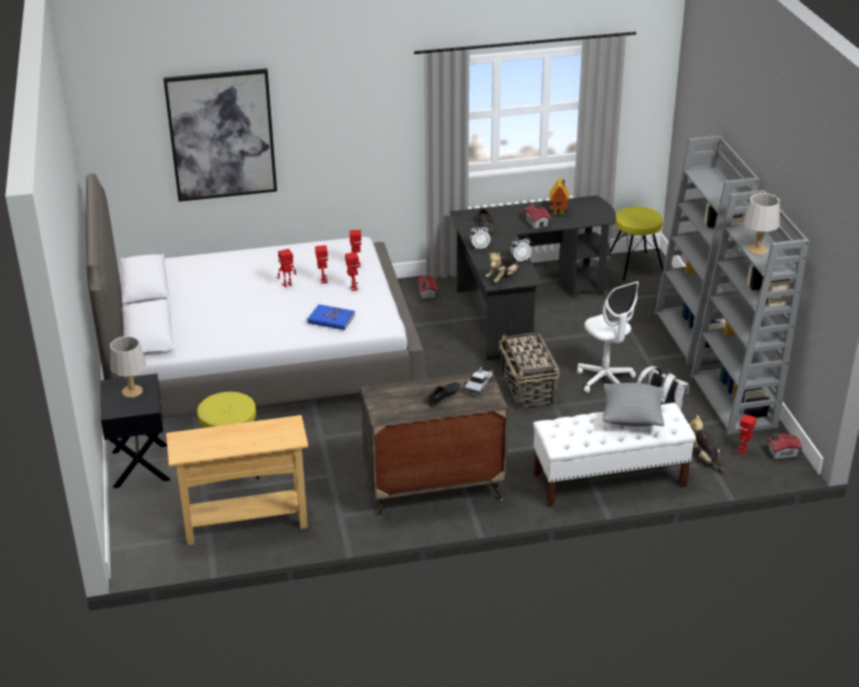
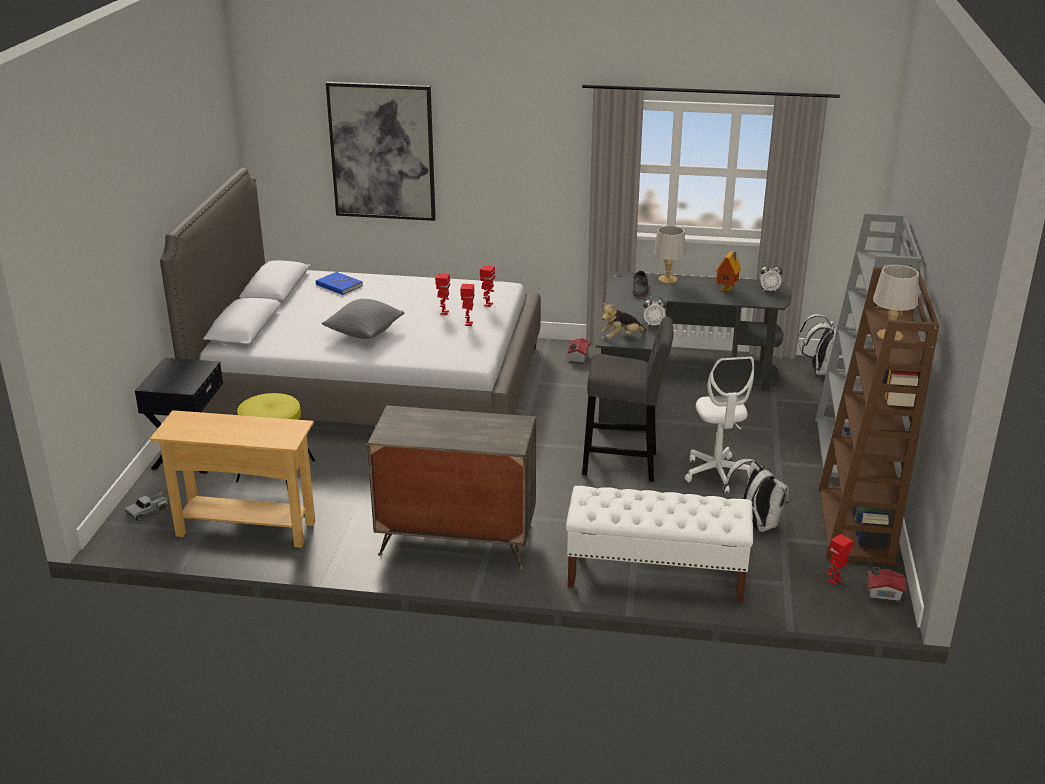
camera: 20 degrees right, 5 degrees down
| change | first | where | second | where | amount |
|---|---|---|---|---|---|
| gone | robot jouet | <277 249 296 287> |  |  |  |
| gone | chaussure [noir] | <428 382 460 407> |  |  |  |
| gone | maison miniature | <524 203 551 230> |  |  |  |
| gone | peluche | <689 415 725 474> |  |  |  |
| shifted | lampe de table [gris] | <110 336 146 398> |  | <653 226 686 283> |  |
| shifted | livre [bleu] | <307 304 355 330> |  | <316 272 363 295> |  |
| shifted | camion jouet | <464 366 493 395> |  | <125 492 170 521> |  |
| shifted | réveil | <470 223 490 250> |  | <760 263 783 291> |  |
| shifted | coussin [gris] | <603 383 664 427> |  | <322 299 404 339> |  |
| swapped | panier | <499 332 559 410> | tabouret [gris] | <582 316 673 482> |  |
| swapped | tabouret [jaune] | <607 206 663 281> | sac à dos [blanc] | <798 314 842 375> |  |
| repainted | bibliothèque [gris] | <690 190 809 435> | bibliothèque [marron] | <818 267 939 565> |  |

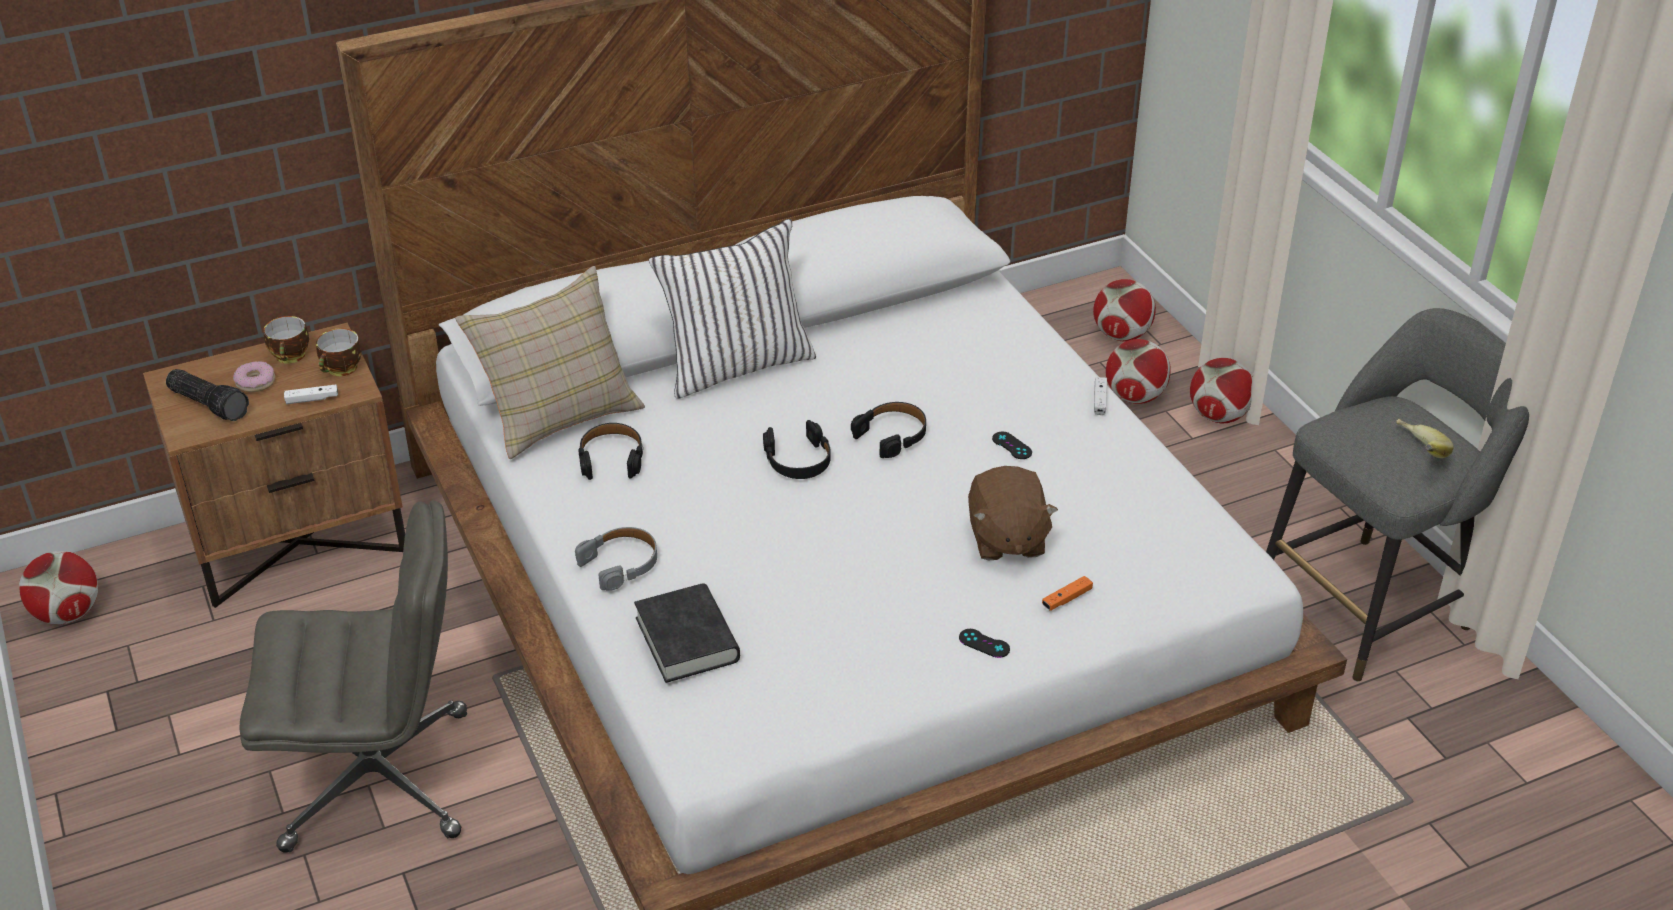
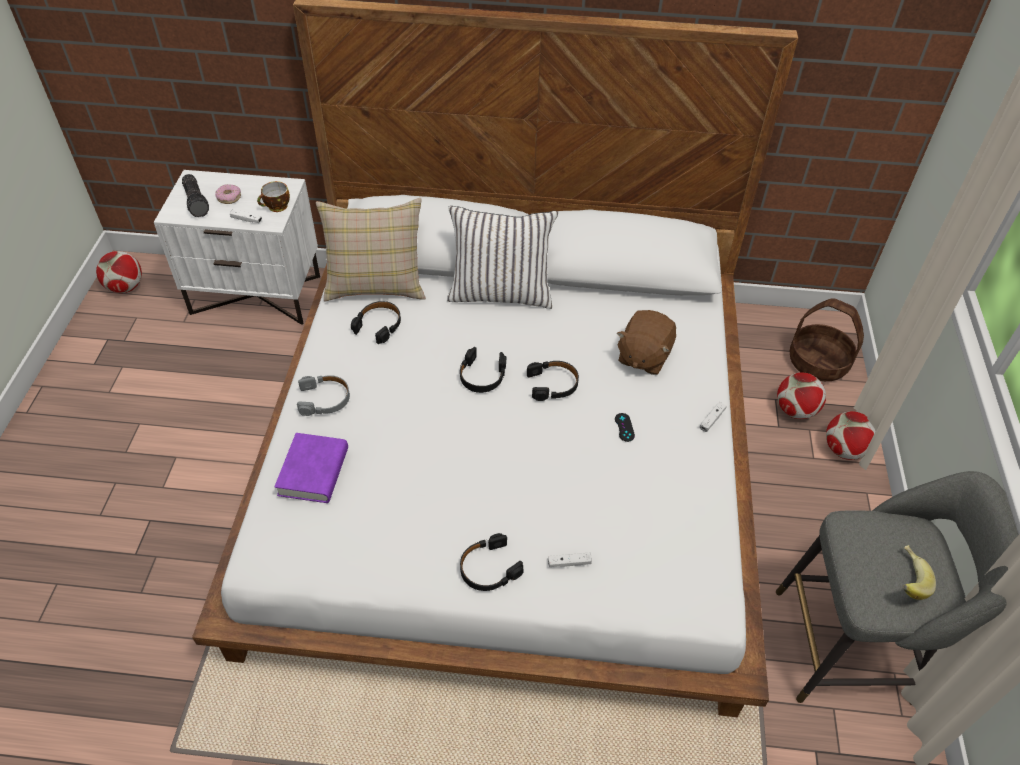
camera: 30 degrees right, 10 degrees up
| change | first | where | second | where | amount |
|---|---|---|---|---|---|
| gone | chaise de bureau [gris] | <239 500 467 853> |  |  |  |
| gone | tasse | <263 316 309 364> |  |  |  |
| shifted | peluche [marron] | <968 466 1058 561> |  | <617 310 676 375> |  |
| swapped | manette [noir] | <959 629 1010 658> | casque audio [noir] | <460 533 524 591> |  |
| swapped | ballon de foot | <1093 279 1156 341> | panier | <790 298 864 381> |  |
| repainted | table de chevet [marron] | <143 323 405 608> | table de chevet [blanc] | <154 170 320 325> |  |
| repainted | livre [noir] | <634 583 740 683> | livre [violet] | <274 433 348 503> |  |
| repainted | manette [orange] | <1042 576 1093 611> | manette [blanc] | <548 553 592 567> |  |

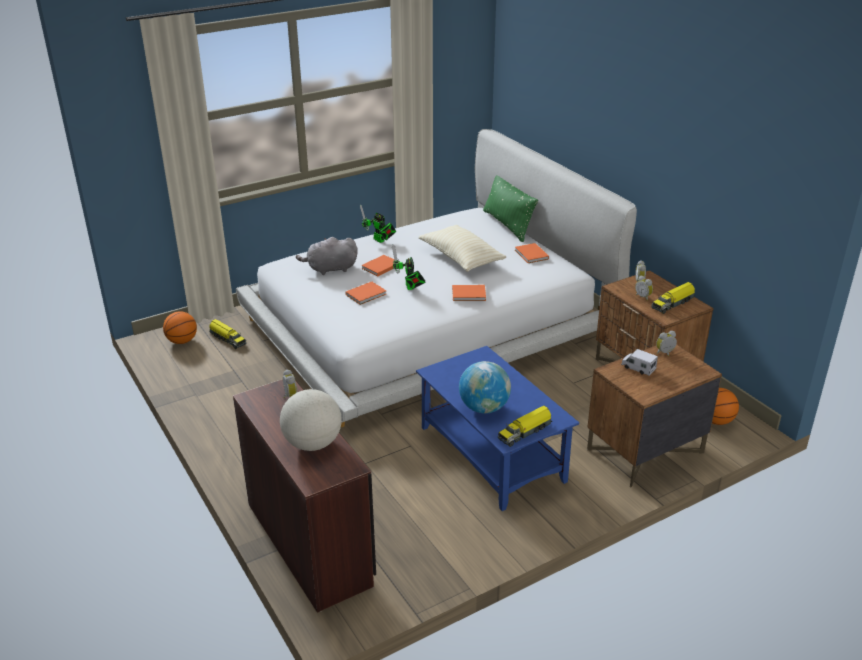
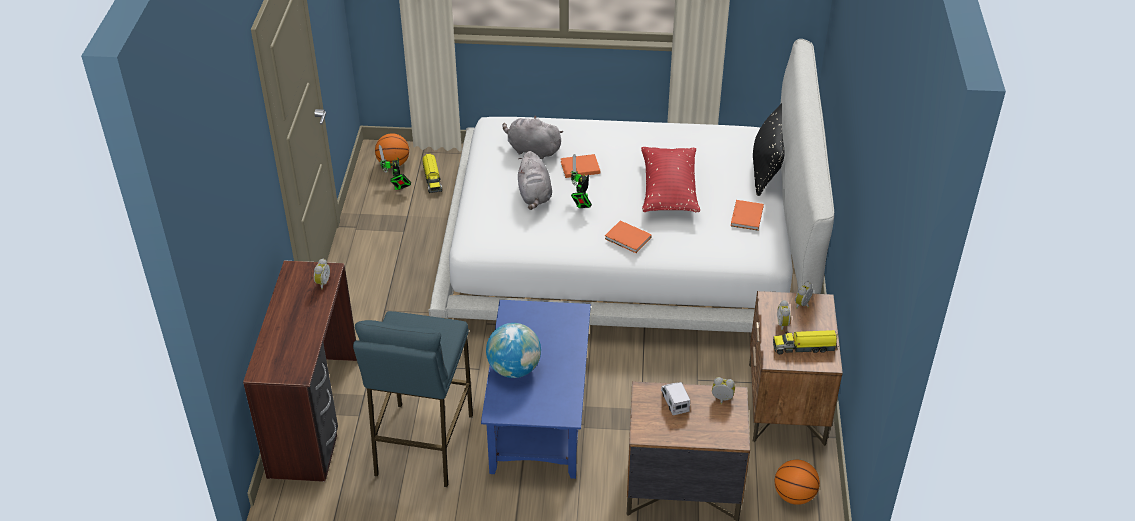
camera: 35 degrees right, 10 degrees up
| change | first | where | second | where | amount |
|---|---|---|---|---|---|
| gone | globe | <280 389 342 451> |  |  |  |
| gone | camion jouet | <498 406 552 447> |  |  |  |
| new |  |  | tabouret [bleu] | <353 311 473 487> |  |
| shifted | robot jouet | <360 204 396 243> |  | <378 145 411 190> |  |
| swapped | livre [orange] | <346 282 386 305> | peluche [gris] | <518 151 552 210> |  |
| repainted | coussin [beige] | <418 225 506 272> | coussin [rouge] | <641 147 700 212> |  |
| repainted | coussin [vert] | <483 175 538 242> | coussin [noir] | <753 103 784 196> |  |

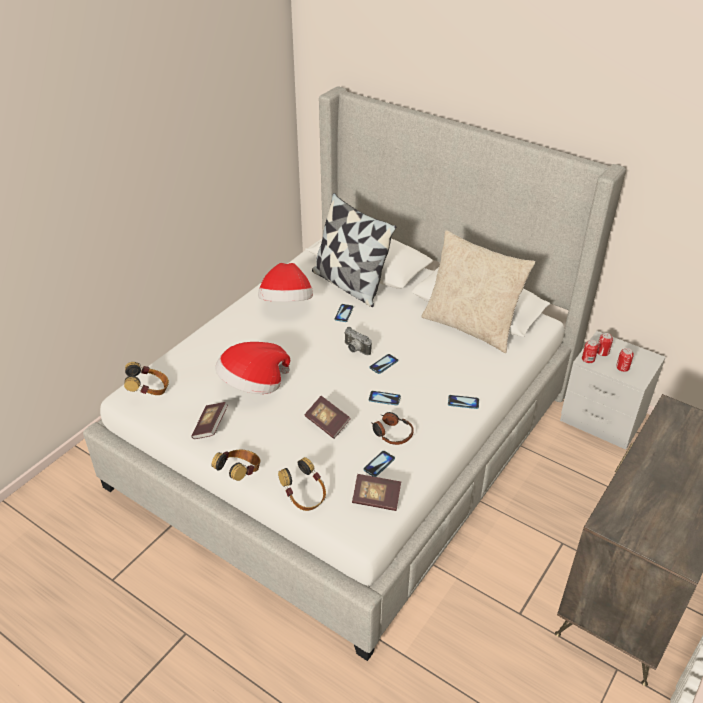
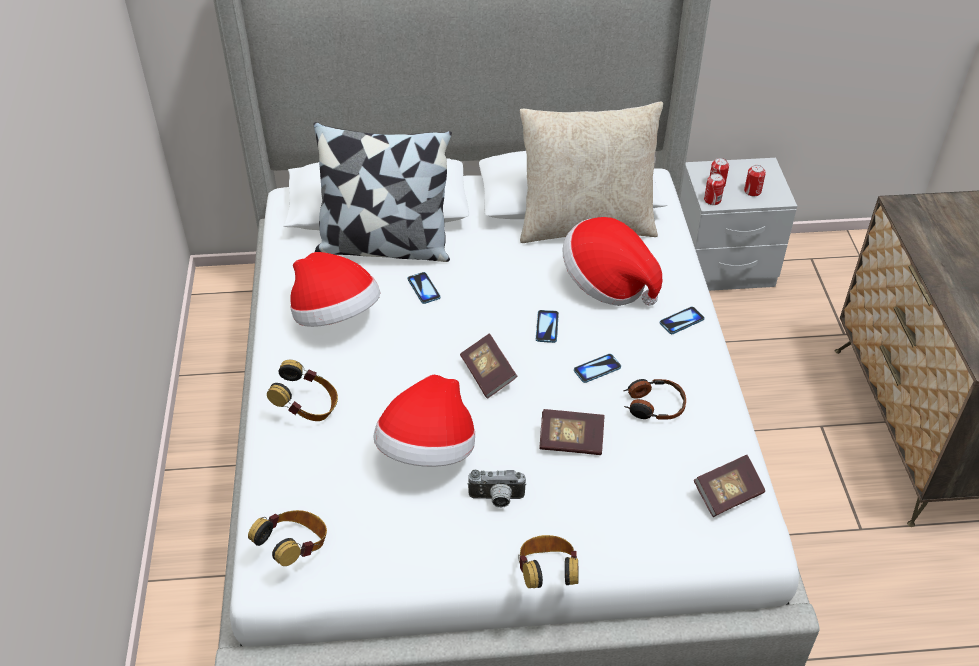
camera: 40 degrees left, 5 degrees up
| change | first | where | second | where | amount |
|---|---|---|---|---|---|
| gone | téléphone | <363 451 395 477> |  |  |  |
| new |  |  | chapeau | <562 217 662 306> |  |
| shifted | livre | <191 402 228 439> |  | <460 333 518 398> |  |
| shifted | casque audio | <278 457 326 511> |  | <267 360 338 421> |  |
| shifted | appareil photo | <344 327 372 355> |  | <467 470 526 508> |  |

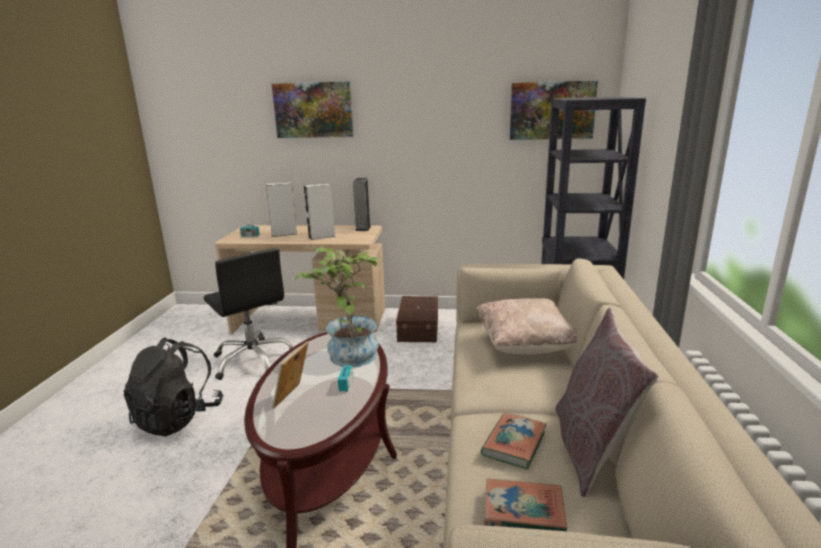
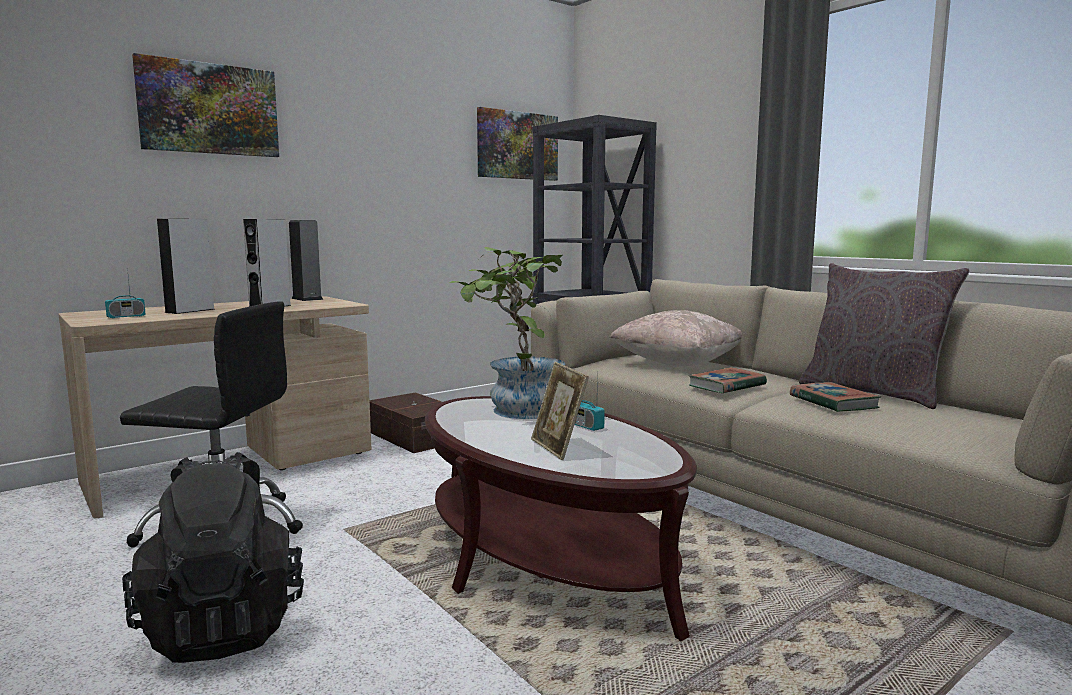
camera: 45 degrees left, 10 degrees down
| change | first | where | second | where | amount |
|---|---|---|---|---|---|
| shifted | livre | <484 479 567 531> |  | <688 367 767 393> |  |

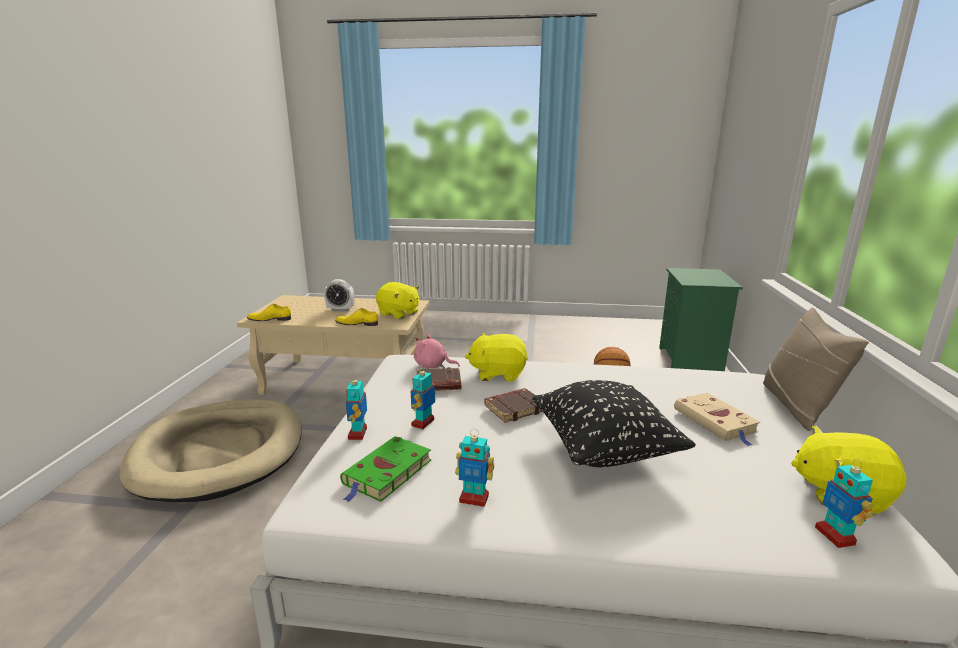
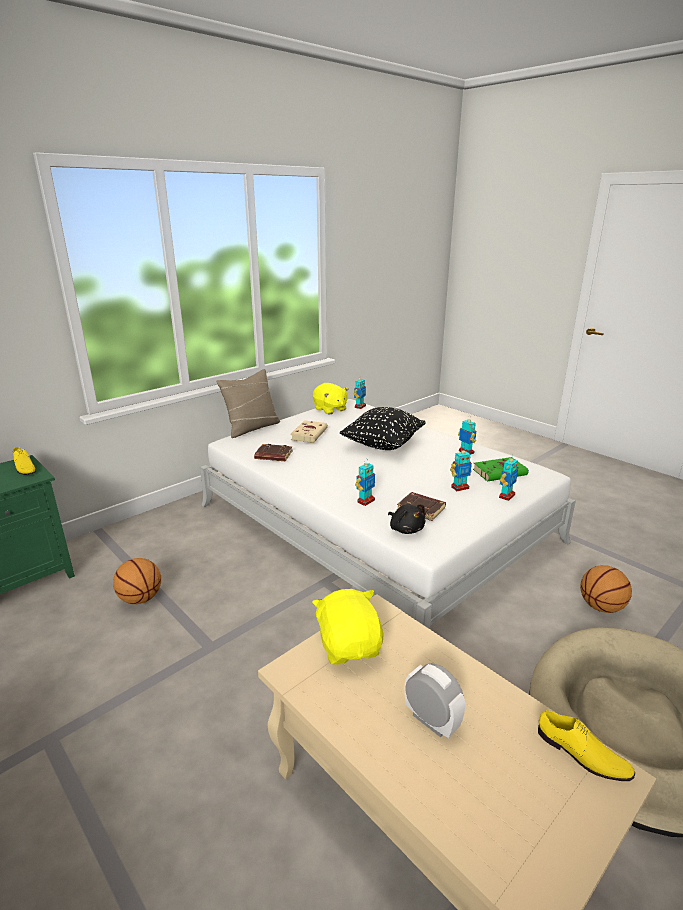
camera: 140 degrees left, 5 degrees up
| change | first | where | second | where | amount |
|---|---|---|---|---|---|
| new |  |  | ballon de basket | <580 565 632 613> |  |
| shifted | chaussure [jaune] | <335 308 378 326> |  | <13 447 36 475> |  |
| shifted | livre [marron] | <484 388 542 423> |  | <254 444 293 461> |  |
| swapped | peluche [jaune] | <465 333 528 382> | robot jouet | <355 459 375 506> |  |
| repainted | peluche [rose] | <414 333 460 369> | peluche [noir] | <388 504 425 534> |  |

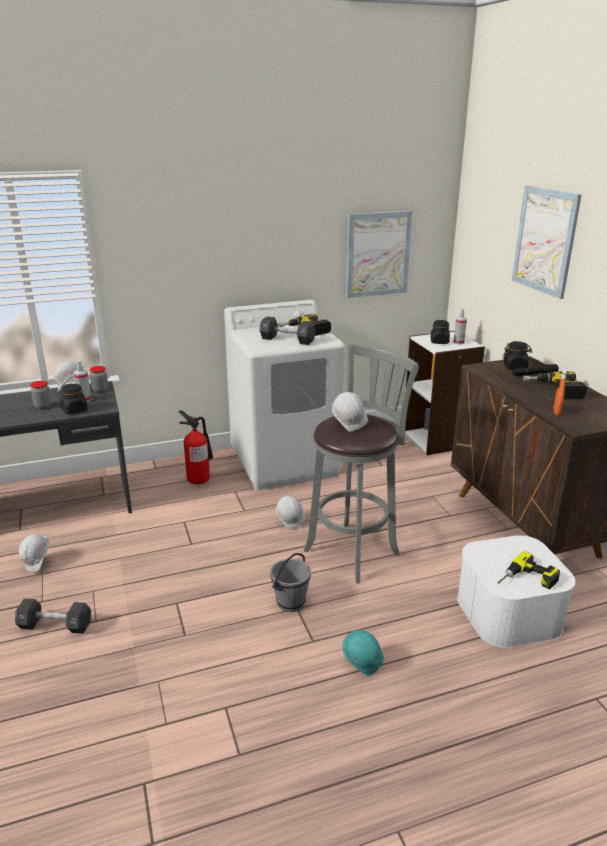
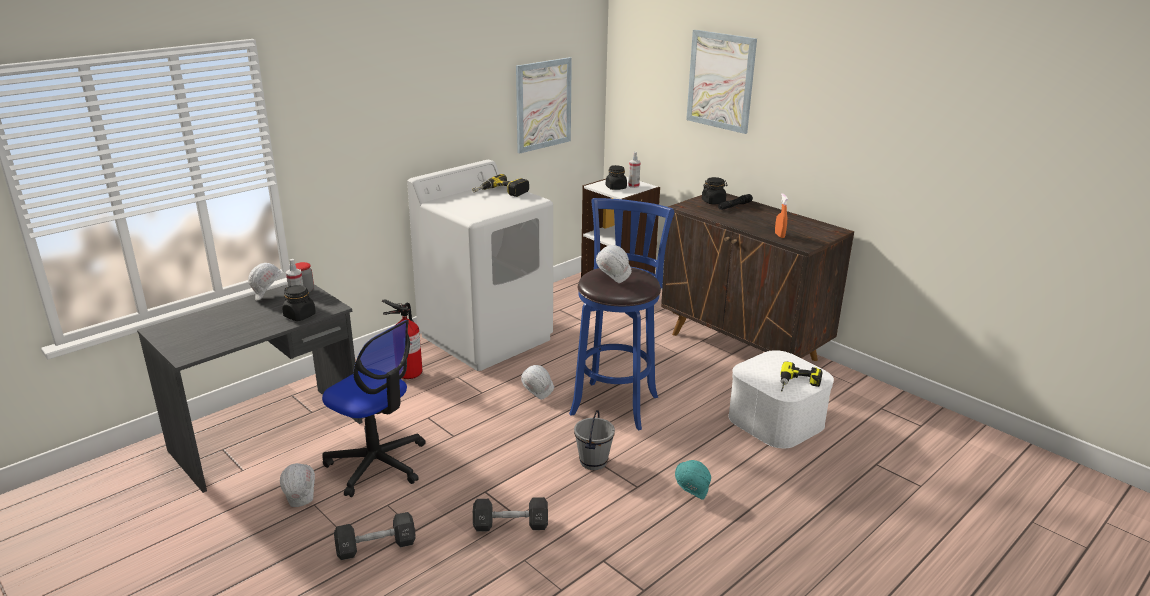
camera: 25 degrees left, 0 degrees up
| change | first | where | second | where | amount |
|---|---|---|---|---|---|
| gone | bocal | <30 381 52 409> |  |  |  |
| gone | perceuse | <523 371 587 399> |  |  |  |
| new |  |  | chaise de bureau | <322 320 426 497> |  |
| shifted | haltère [noir] | <259 316 316 345> |  | <473 497 548 532> |  |
| repainted | tabouret [gris] | <304 343 419 584> | tabouret [bleu] | <569 198 674 430> |  |

